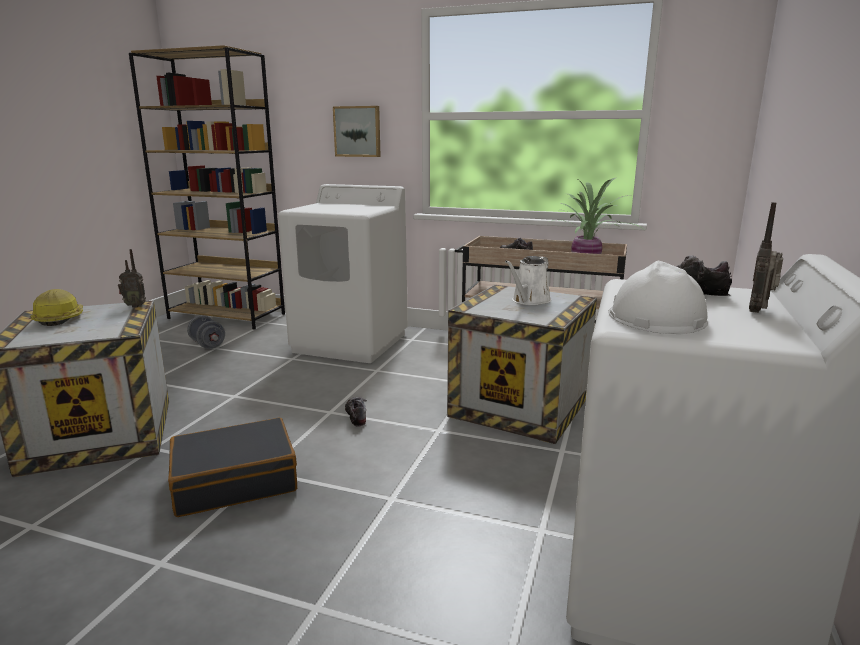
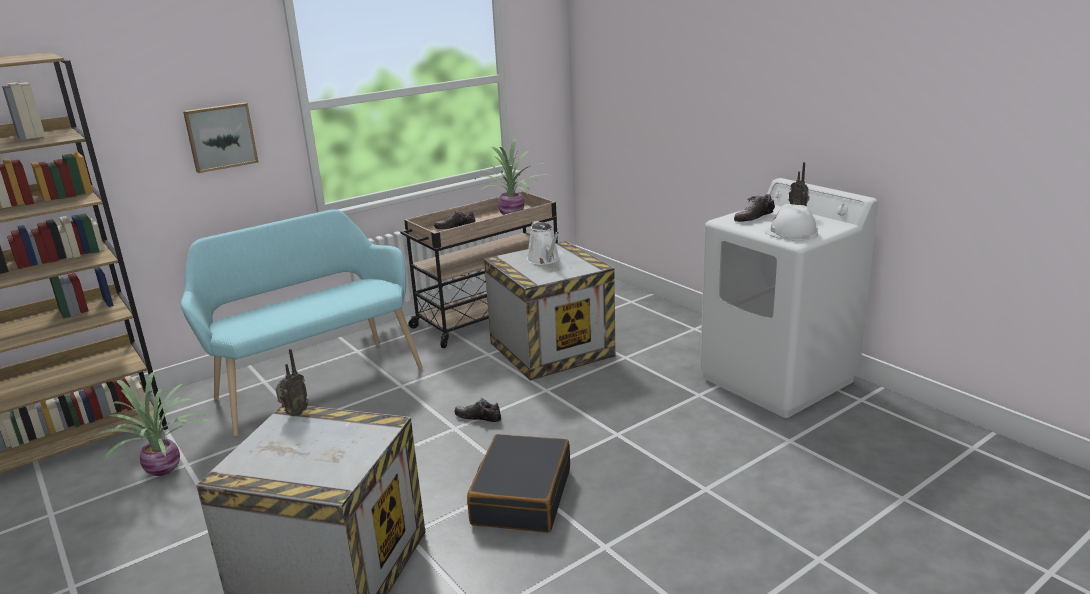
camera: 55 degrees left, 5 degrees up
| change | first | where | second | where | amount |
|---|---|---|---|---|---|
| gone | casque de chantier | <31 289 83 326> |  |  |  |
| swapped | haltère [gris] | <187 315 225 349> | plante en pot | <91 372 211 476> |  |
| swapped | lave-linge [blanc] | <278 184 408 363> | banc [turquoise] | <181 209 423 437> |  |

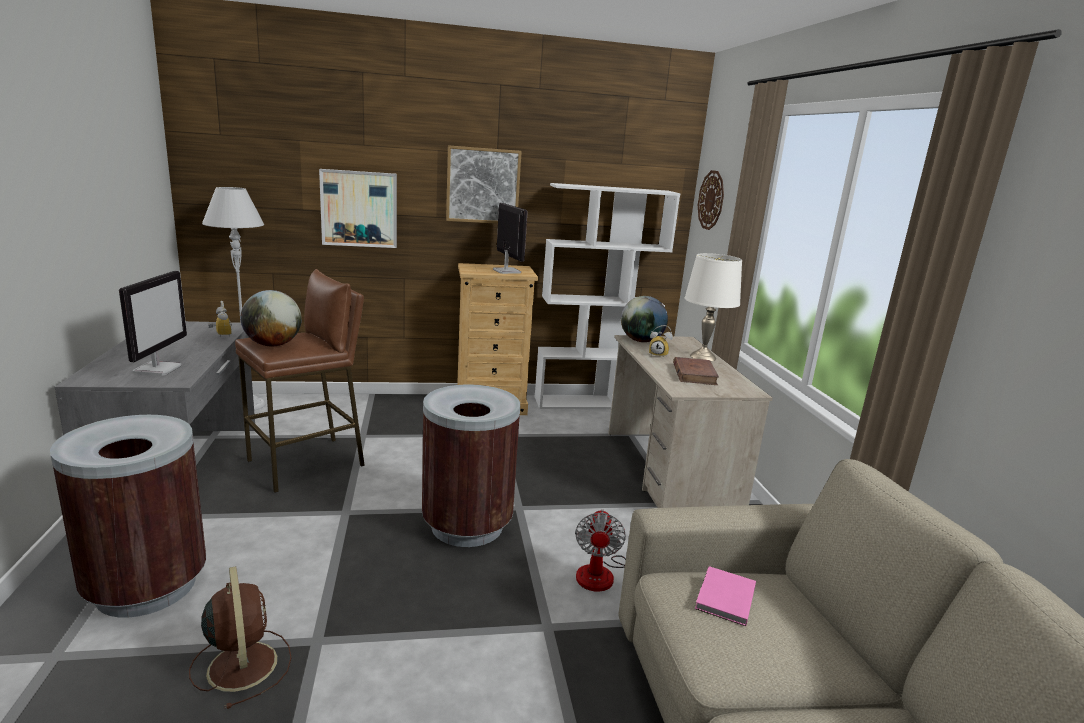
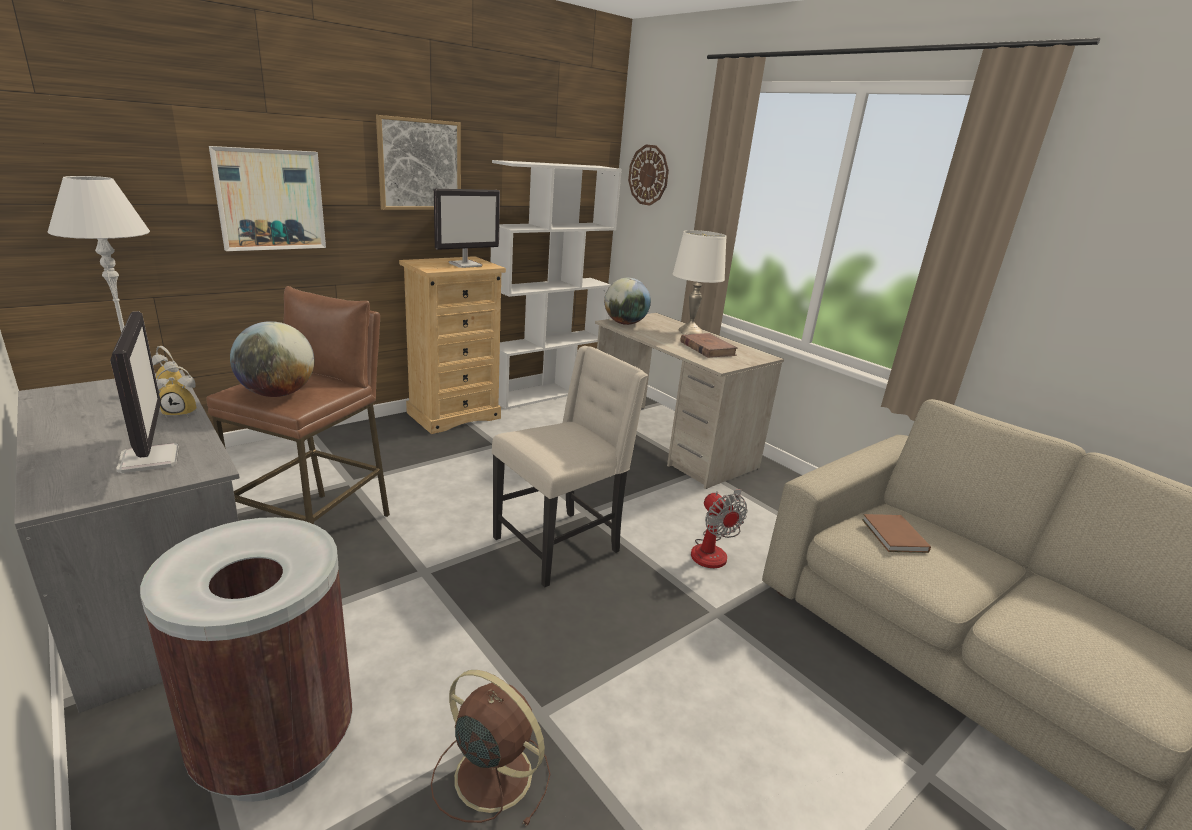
camera: 30 degrees left, 5 degrees up
| change | first | where | second | where | amount |
|---|---|---|---|---|---|
| shifted | réveil | <649 325 673 358> |  | <156 366 197 418> |  |
| swapped | poubelle [marron] | <422 384 520 547> | chaise [beige] | <492 346 648 587> |  |
| repainted | livre [rose] | <695 566 756 626> | livre [marron] | <862 514 931 553> |  |
| rotated | écran d'ordinateur | <493 203 528 274> |  | <434 189 500 268> | 105 degrees clockwise |

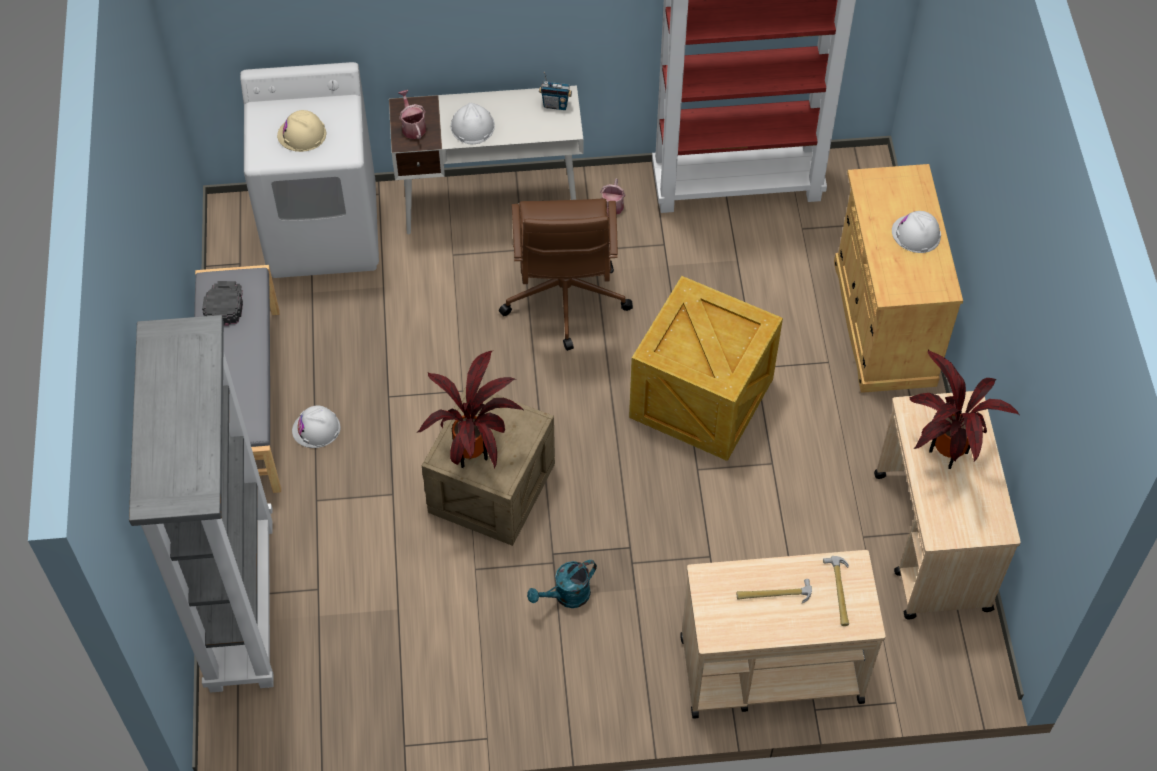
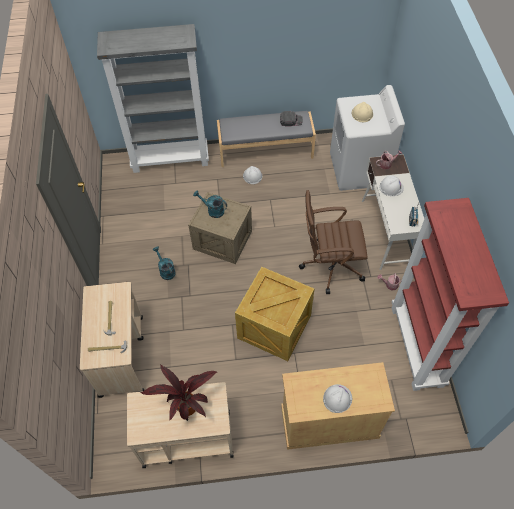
camera: 90 degrees right, 0 degrees up
| change | first | where | second | where | amount |
|---|---|---|---|---|---|
| swapped | plante en pot | <418 351 523 468> | arrosoir [turquoise] | <193 190 227 218> |  |

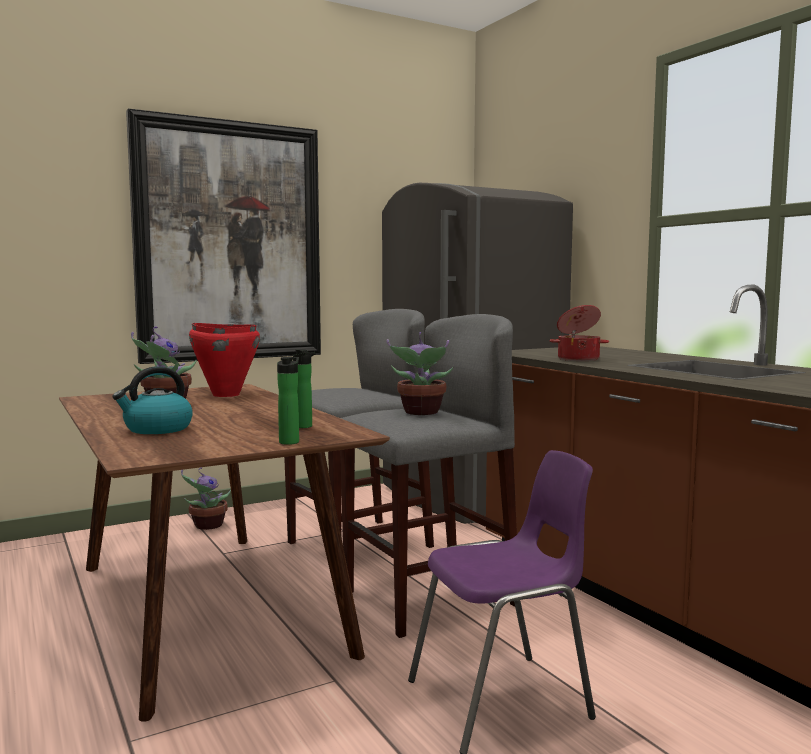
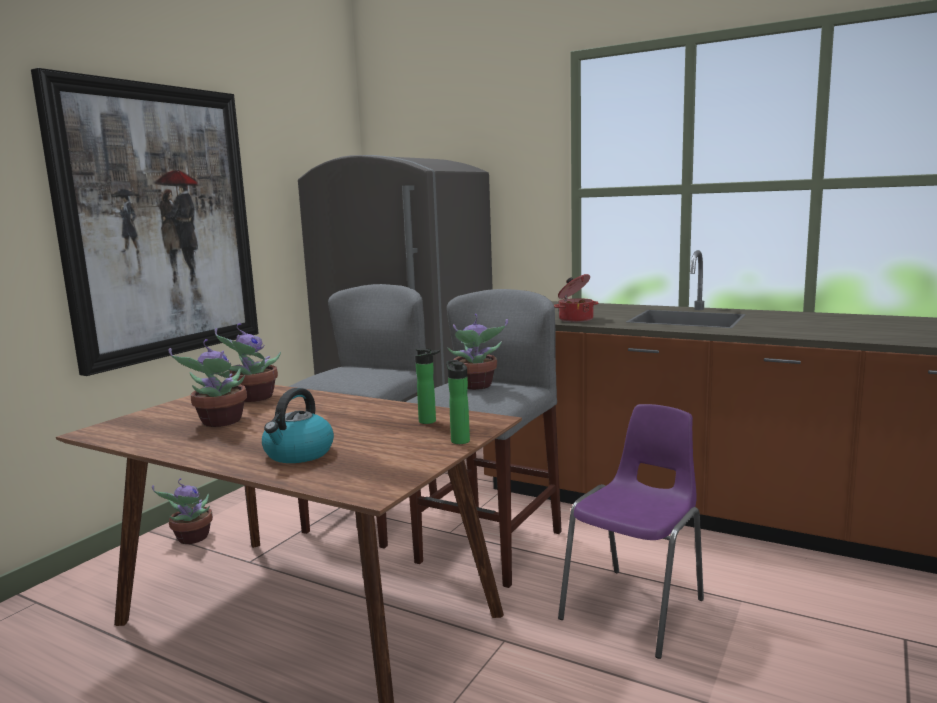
camera: 30 degrees left, 5 degrees up
| change | first | where | second | where | amount |
|---|---|---|---|---|---|
| swapped | marmite [rouge] | <189 323 260 397> | plante en pot | <215 323 281 402> |  |

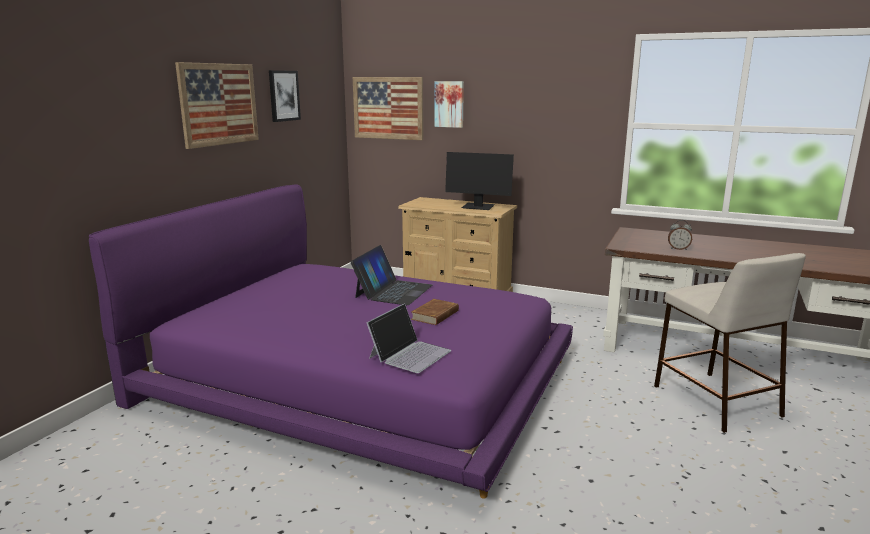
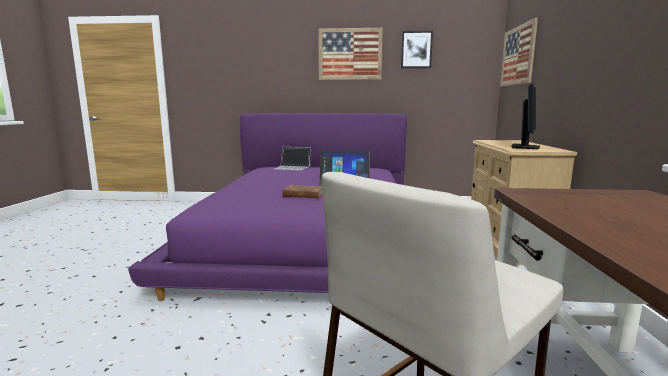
camera: 70 degrees right, 5 degrees down
| change | first | where | second | where | amount |
|---|---|---|---|---|---|
| gone | tableau | <435 81 464 128> |  |  |  |
| gone | réveil | <668 220 692 250> |  |  |  |
| shifted | ordinateur portable | <366 303 451 373> |  | <274 147 311 170> |  |
| rotated | écran d'ordinateur | <445 152 514 210> |  | <511 84 540 149> | 150 degrees counterclockwise |

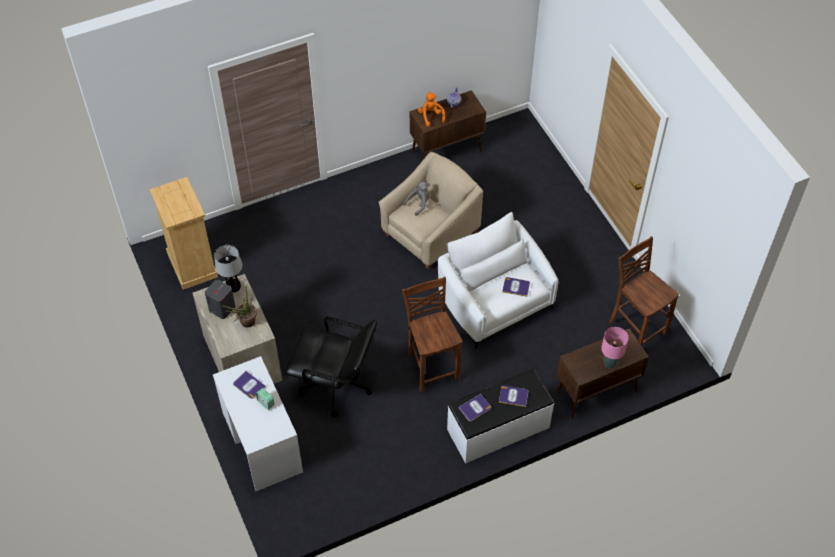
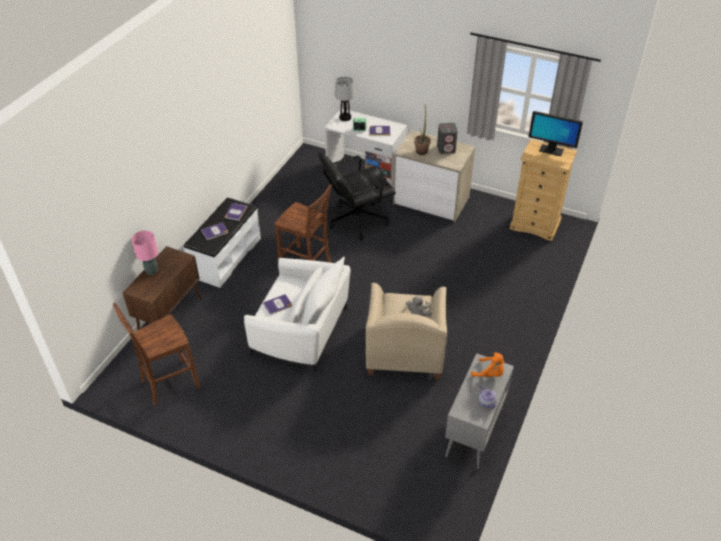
camera: 140 degrees right, 10 degrees down
| change | first | where | second | where | amount |
|---|---|---|---|---|---|
| new |  |  | écran d'ordinateur | <529 111 583 156> |  |
| shifted | lampe de table | <214 245 242 293> |  | <335 77 355 121> |  |
| repainted | meuble de rangement [marron] | <410 90 486 158> | meuble de rangement [gris] | <445 353 514 470> |  |
| rotated | chaise [marron] | <609 236 679 346> |  | <113 303 200 405> | 135 degrees clockwise |

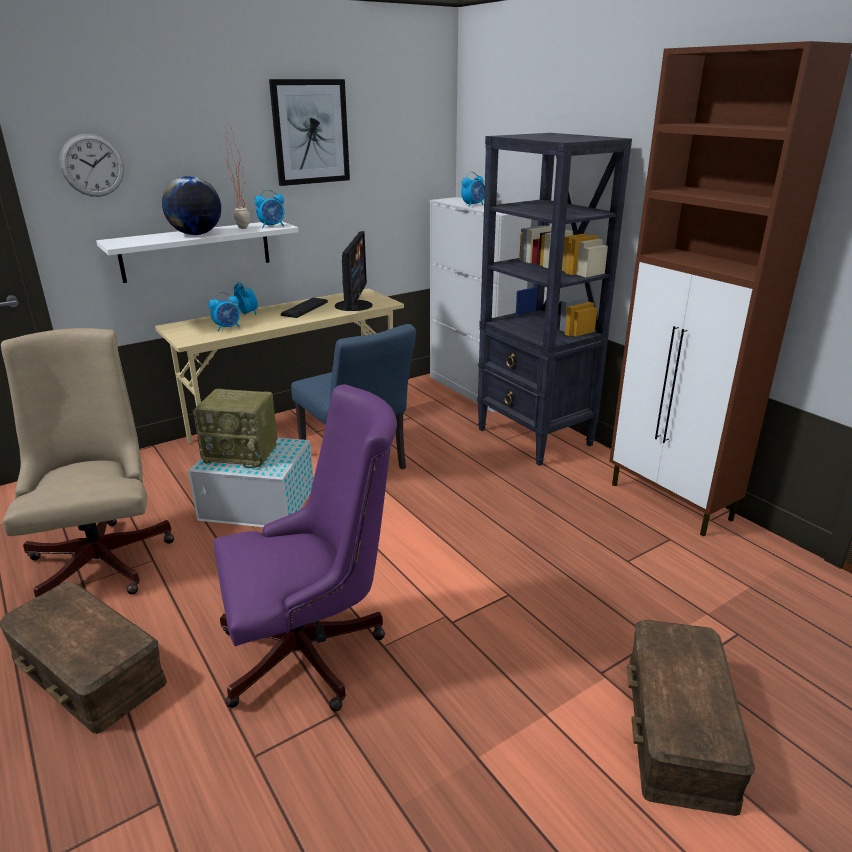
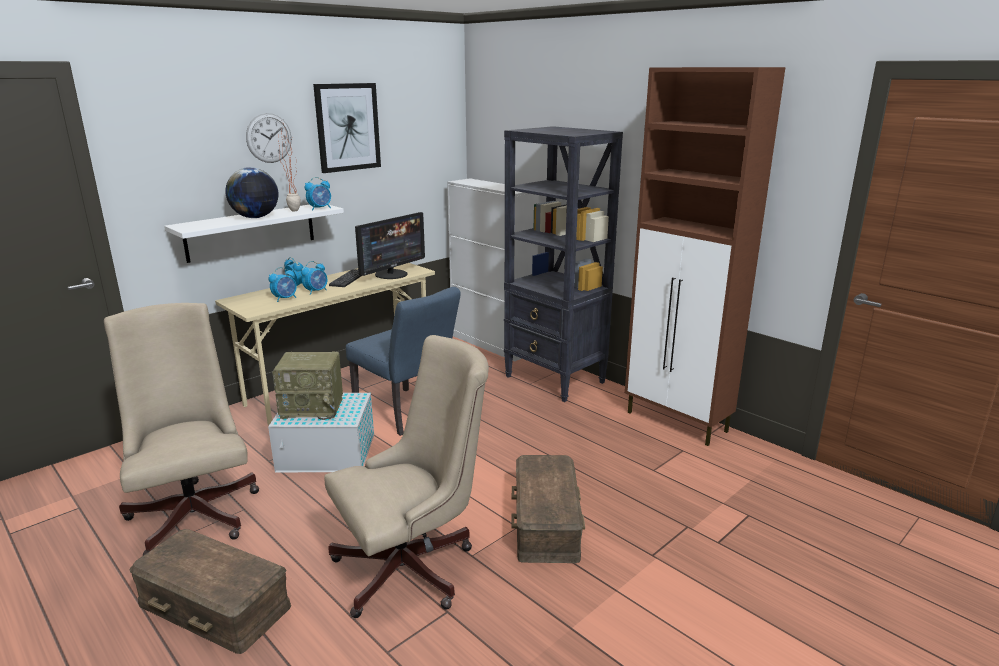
camera: 10 degrees left, 5 degrees down
| change | first | where | second | where | amount |
|---|---|---|---|---|---|
| shifted | horloge murale | <59 134 124 197> |  | <246 113 292 163> |  |
| shifted | réveil | <461 172 485 207> |  | <301 261 327 295> |  |
| shifted | boîte de rangement [marron] | <627 620 755 816> |  | <512 455 585 563> |  |
| repainted | chaise de bureau [violet] | <214 384 397 711> | chaise de bureau [beige] | <324 335 489 618> |  |
| rotated | écran d'ordinateur | <335 231 373 311> |  | <355 212 425 279> | 45 degrees clockwise |

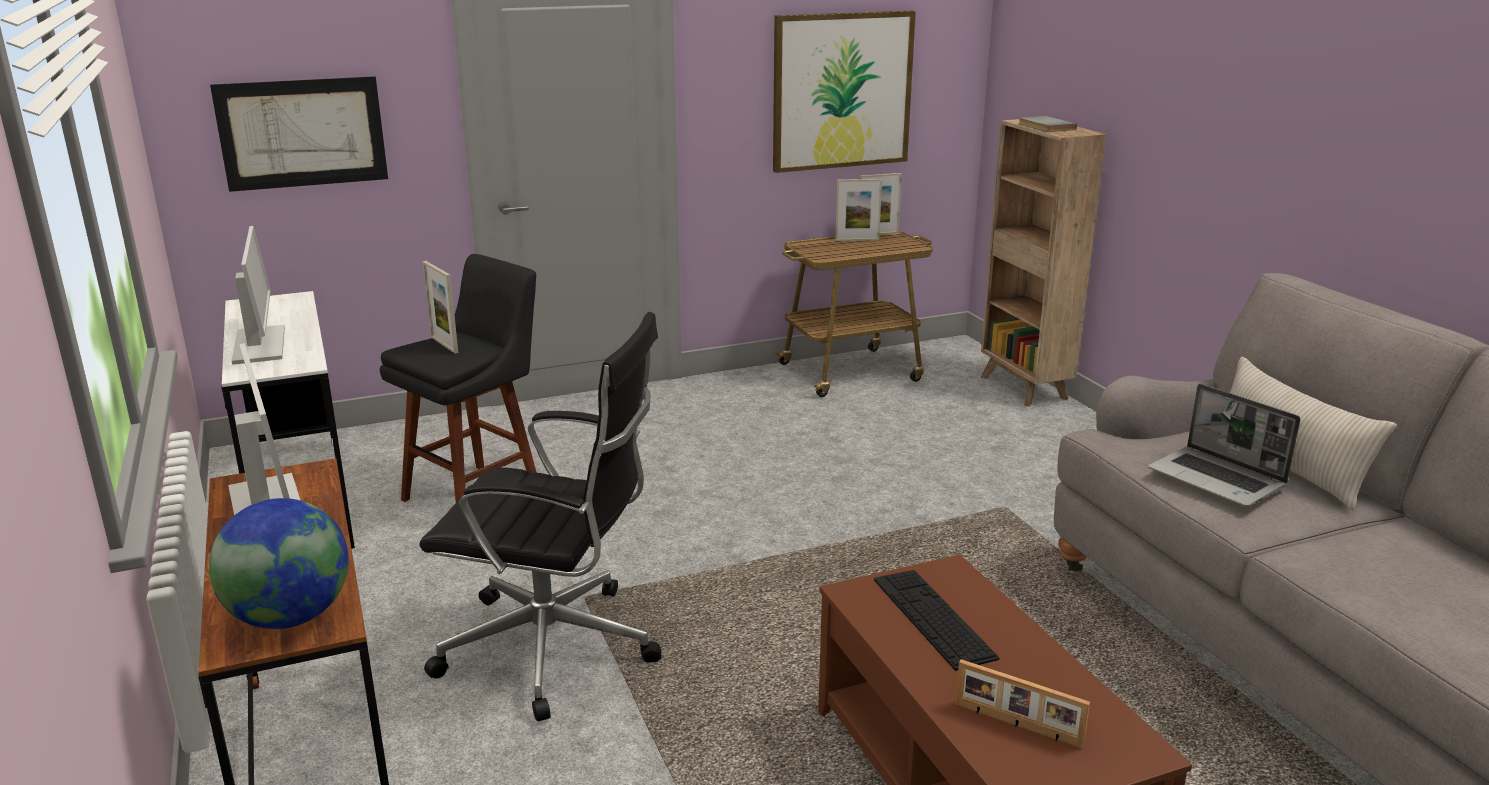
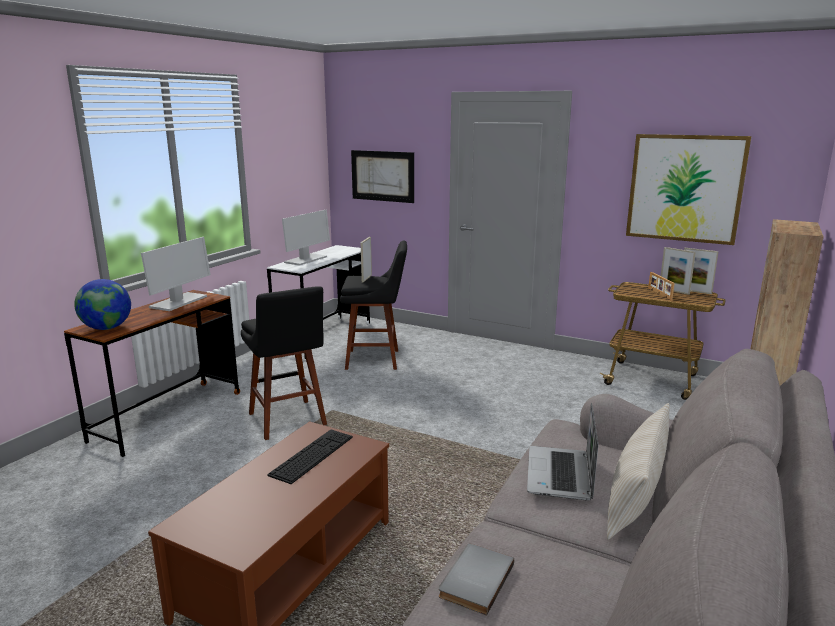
camera: 50 degrees right, 5 degrees down
| change | first | where | second | where | amount |
|---|---|---|---|---|---|
| shifted | cadre photo | <955 659 1090 749> |  | <648 272 675 300> |  |
| shifted | livre [gris] | <1019 116 1077 132> |  | <439 544 514 616> |  |
| swapped | chaise de bureau [noir] | <419 312 661 721> | tabouret [noir] | <241 286 327 440> |  |

